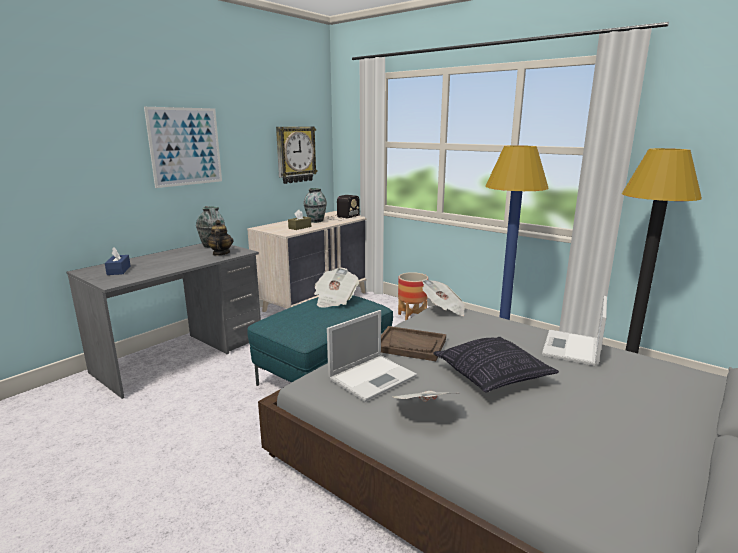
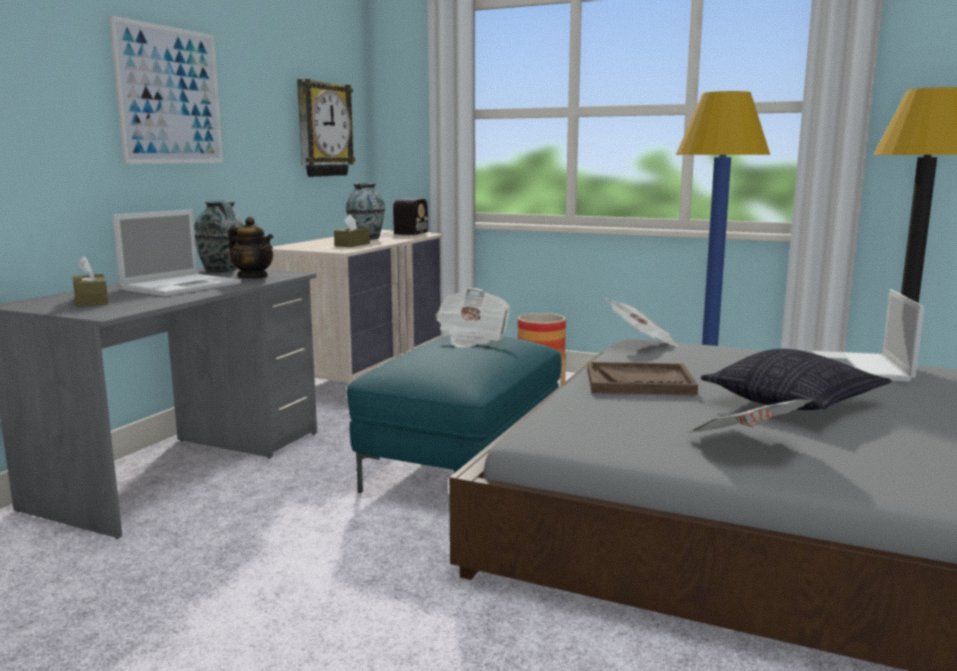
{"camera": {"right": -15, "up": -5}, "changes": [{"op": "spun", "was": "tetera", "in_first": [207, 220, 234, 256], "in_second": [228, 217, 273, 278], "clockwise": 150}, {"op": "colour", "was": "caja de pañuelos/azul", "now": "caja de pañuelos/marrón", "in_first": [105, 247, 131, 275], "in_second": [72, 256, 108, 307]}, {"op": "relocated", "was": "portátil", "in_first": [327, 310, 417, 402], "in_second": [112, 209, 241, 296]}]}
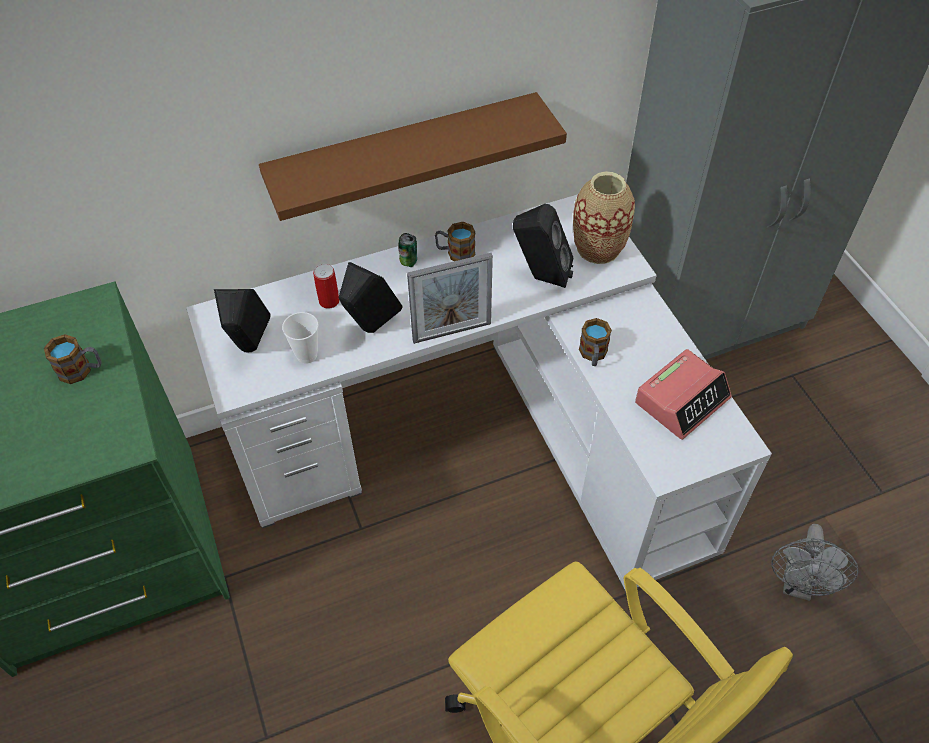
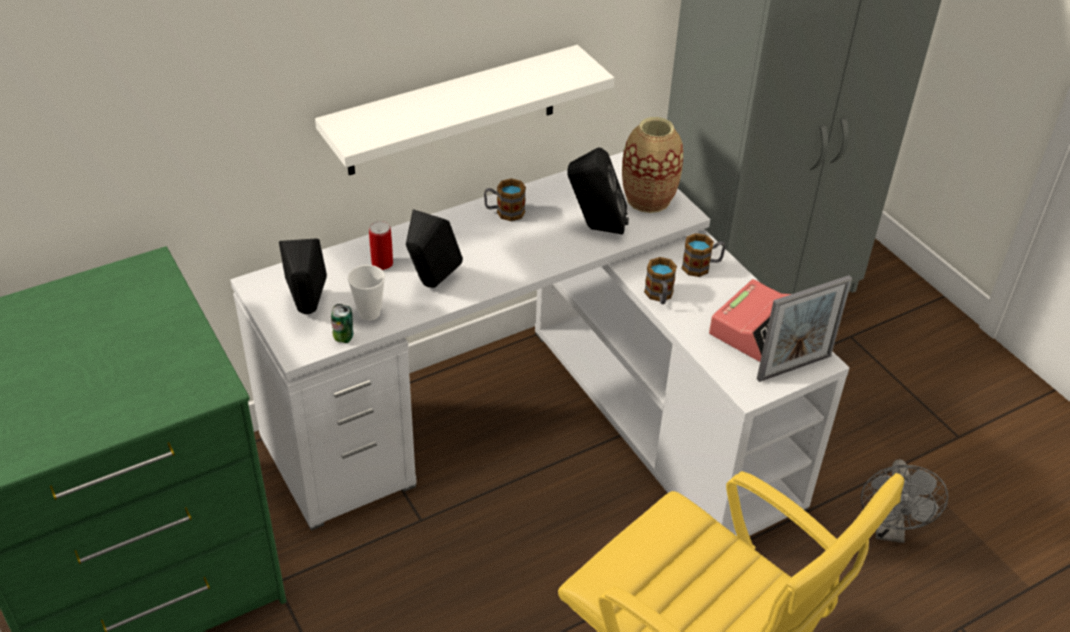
{"camera": {"right": -10, "up": -10}, "changes": [{"op": "colour", "was": "estante/marrón", "now": "estante/blanco", "in_first": [259, 92, 567, 221], "in_second": [315, 45, 614, 175]}, {"op": "relocated", "was": "lata", "in_first": [398, 233, 417, 267], "in_second": [331, 304, 353, 343]}, {"op": "relocated", "was": "portarretratos", "in_first": [407, 253, 493, 344], "in_second": [757, 275, 852, 382]}, {"op": "relocated", "was": "taza grande", "in_first": [44, 334, 102, 384], "in_second": [681, 233, 726, 277]}]}
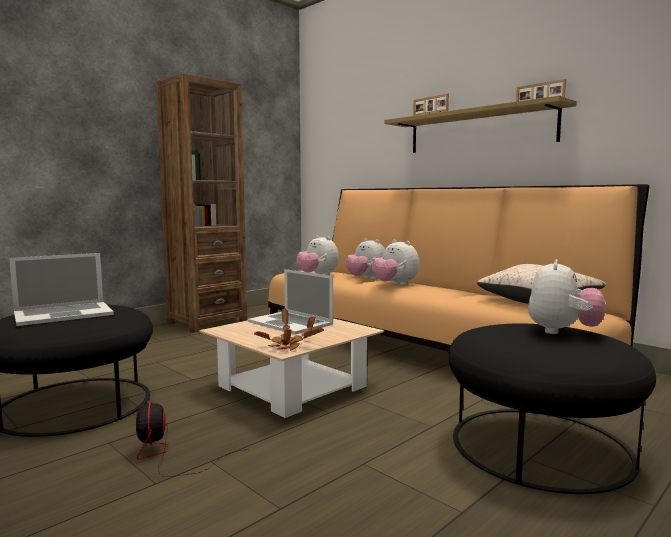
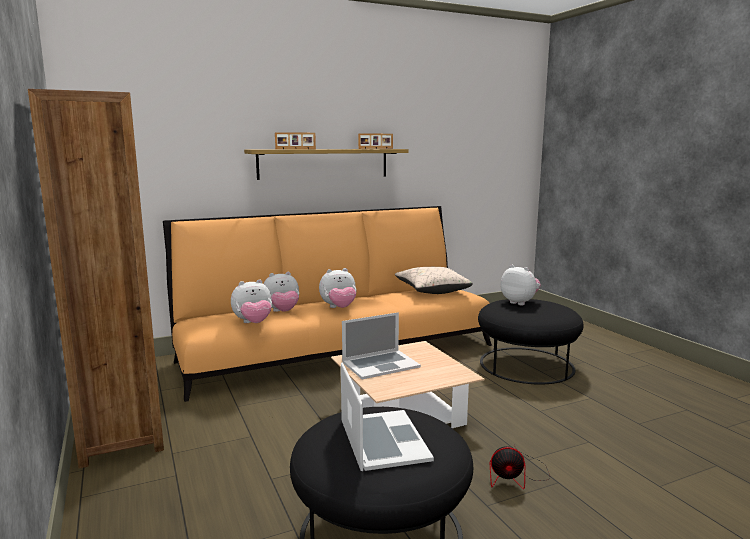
{"camera": {"right": -70, "up": 5}, "changes": [{"op": "missing", "was": "planta en maceta", "in_first": [254, 309, 324, 350]}]}
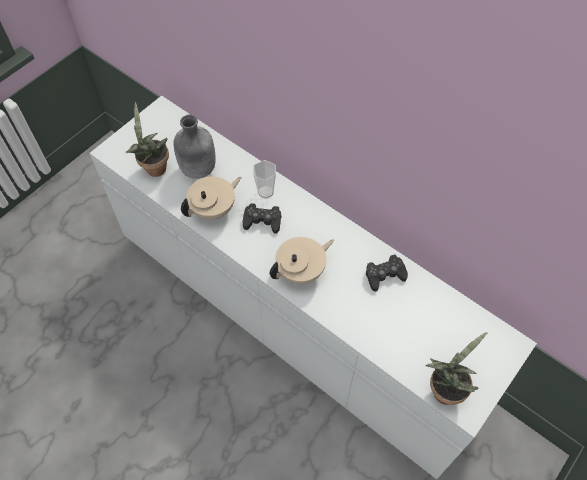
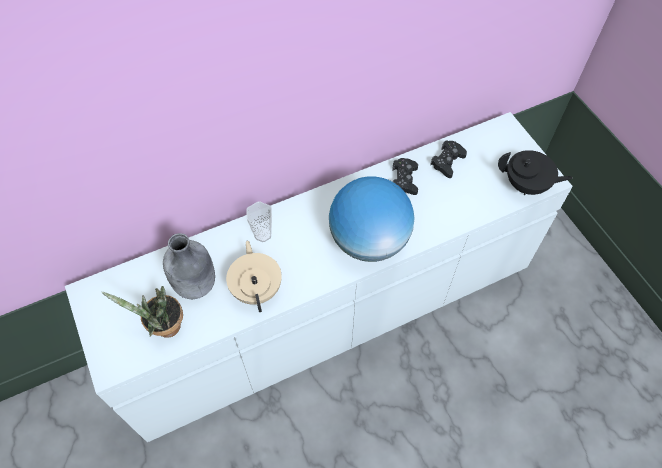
{"camera": {"right": -65, "up": 0}, "changes": [{"op": "relocated", "was": "mando de consola/negro", "in_first": [242, 203, 281, 234], "in_second": [430, 140, 467, 178]}, {"op": "exchanged", "was": "tetera/beis", "now": "globo terráqueo", "in_first": [270, 237, 334, 284], "in_second": [329, 176, 415, 262]}, {"op": "exchanged", "was": "planta en maceta", "now": "tetera/negro", "in_first": [425, 332, 488, 405], "in_second": [498, 150, 573, 195]}]}
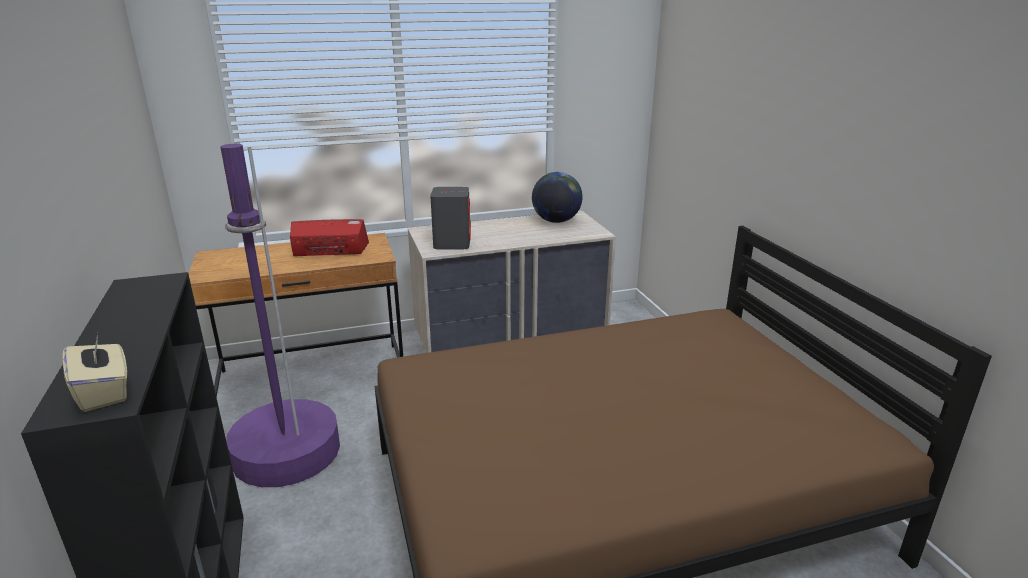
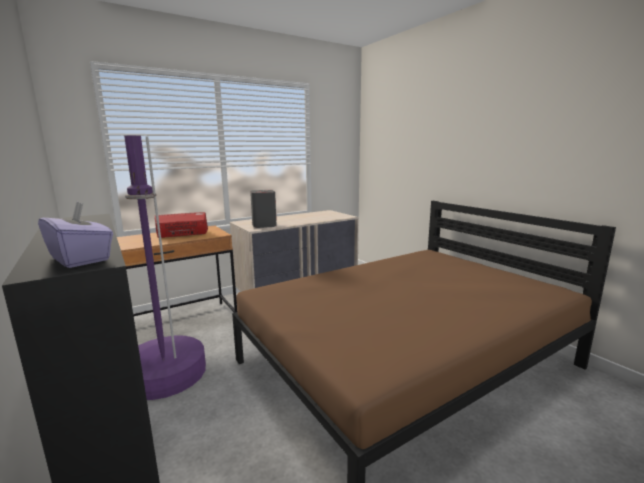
{"camera": {"right": -15, "up": -10}, "changes": [{"op": "missing", "was": "globo terráqueo", "in_first": [532, 172, 583, 223]}, {"op": "colour", "was": "caja de pañuelos/beis", "now": "caja de pañuelos/morado", "in_first": [63, 334, 127, 412], "in_second": [38, 201, 113, 268]}]}
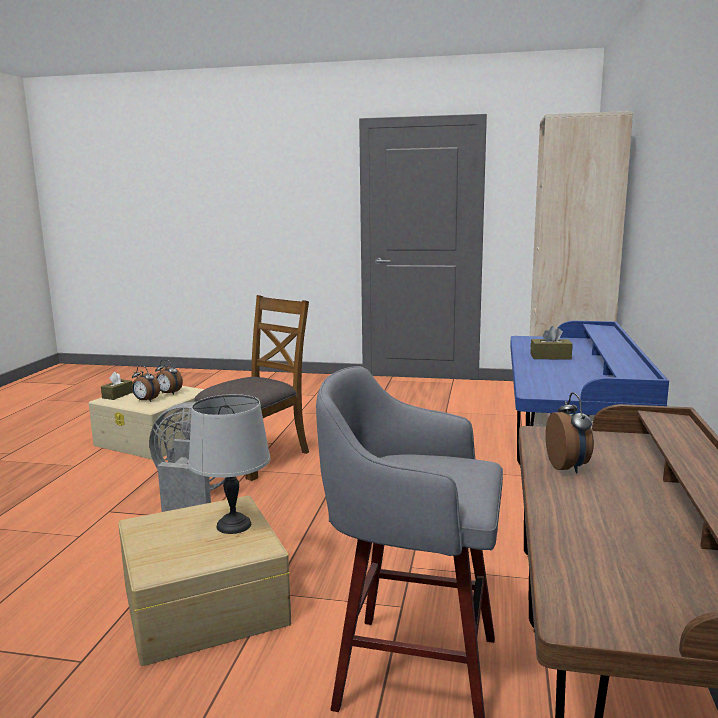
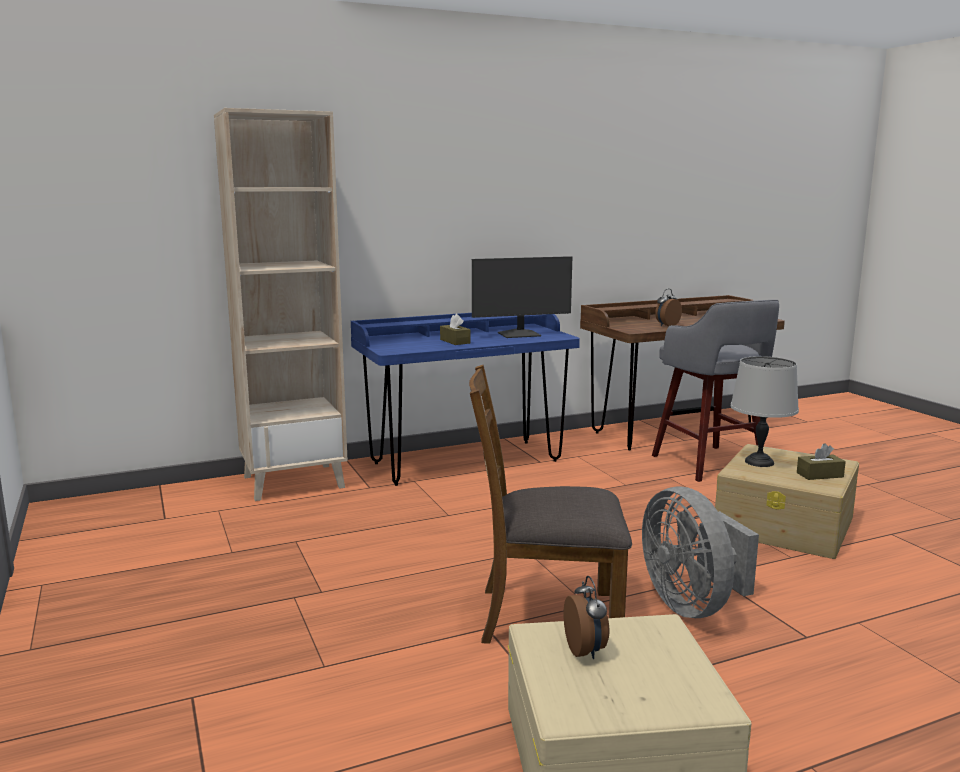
{"camera": {"right": -125, "up": 0}, "changes": [{"op": "missing", "was": "despertador", "in_first": [132, 366, 160, 402]}, {"op": "relocated", "was": "caja de pañuelos/marrón", "in_first": [101, 372, 133, 400], "in_second": [797, 443, 846, 480]}, {"op": "appeared", "now": "monitor", "in_second": [472, 256, 572, 338]}]}
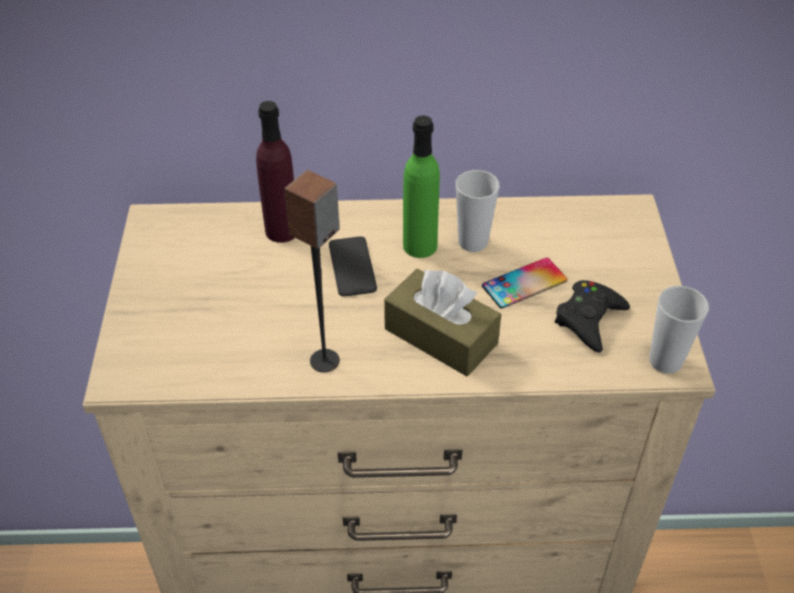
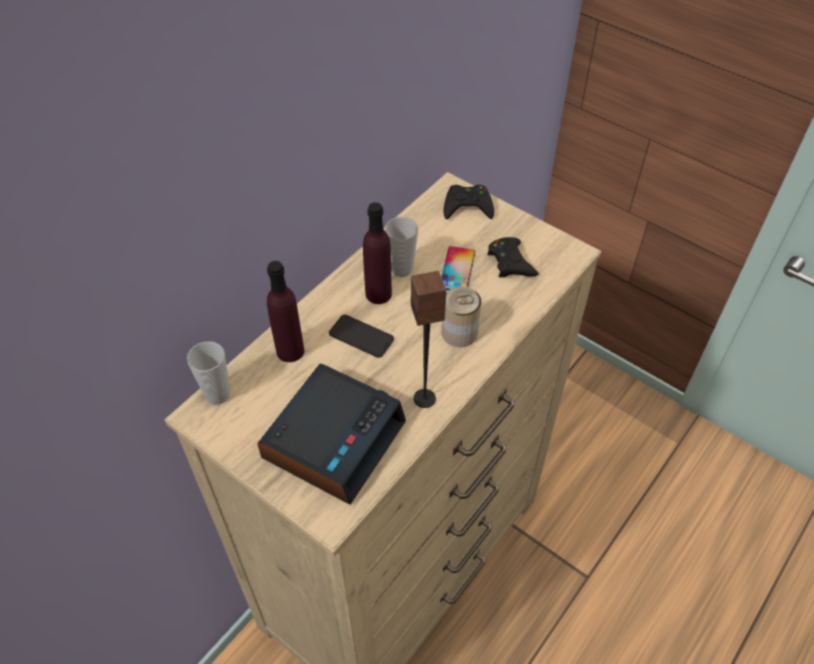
{"camera": {"right": -50, "up": 5}, "changes": [{"op": "colour", "was": "botella/verde", "now": "botella/morado", "in_first": [403, 115, 440, 258], "in_second": [363, 202, 392, 304]}, {"op": "exchanged", "was": "caja de pañuelos/marrón", "now": "lata", "in_first": [384, 269, 501, 376], "in_second": [441, 286, 482, 347]}, {"op": "relocated", "was": "taza", "in_first": [649, 285, 709, 374], "in_second": [187, 341, 231, 405]}, {"op": "appeared", "now": "mando de consola/negro", "in_second": [443, 185, 494, 219]}, {"op": "appeared", "now": "despertador", "in_second": [257, 363, 406, 505]}]}
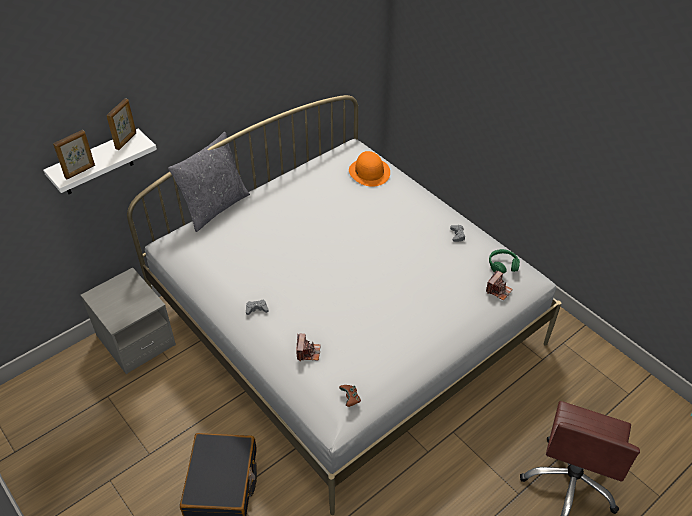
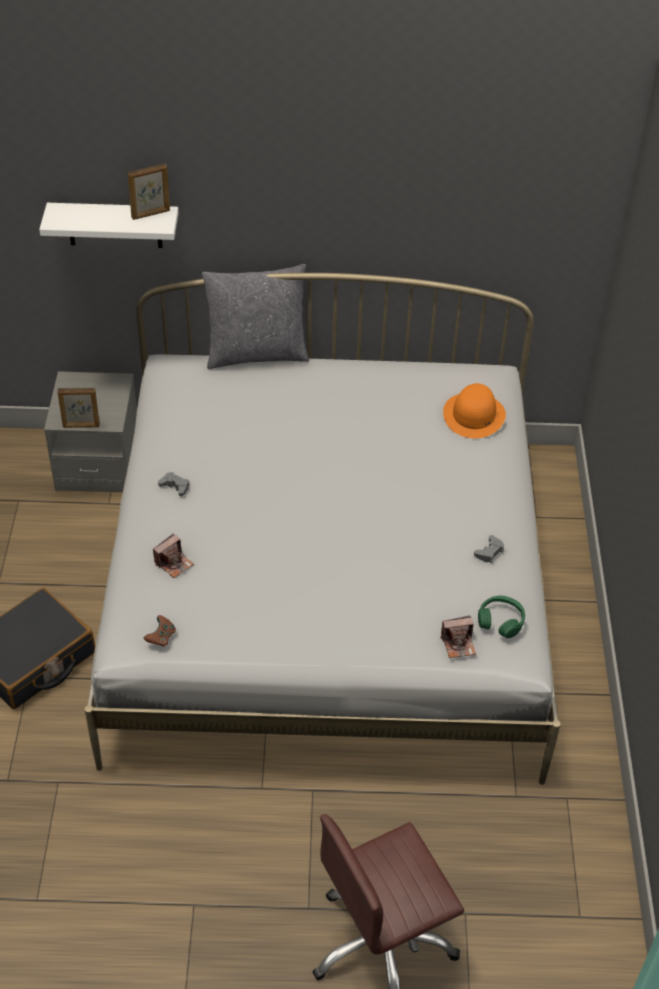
{"camera": {"right": 40, "up": 0}, "changes": [{"op": "relocated", "was": "portarretratos", "in_first": [53, 130, 95, 179], "in_second": [57, 388, 100, 428]}]}
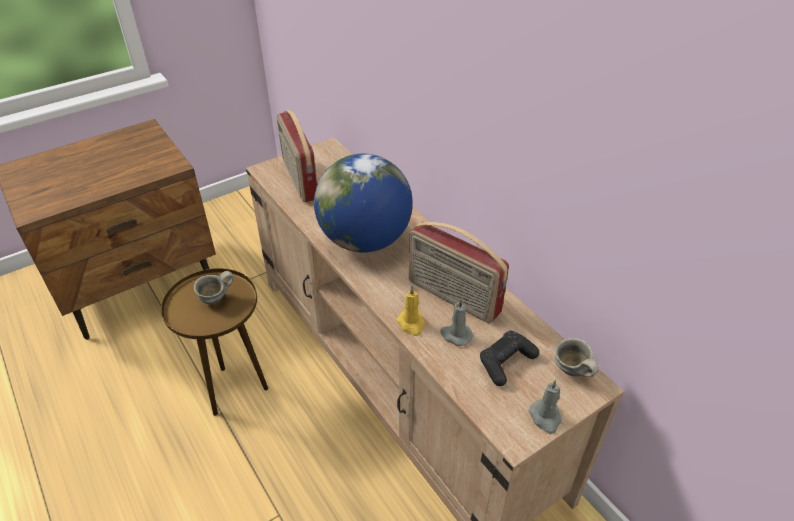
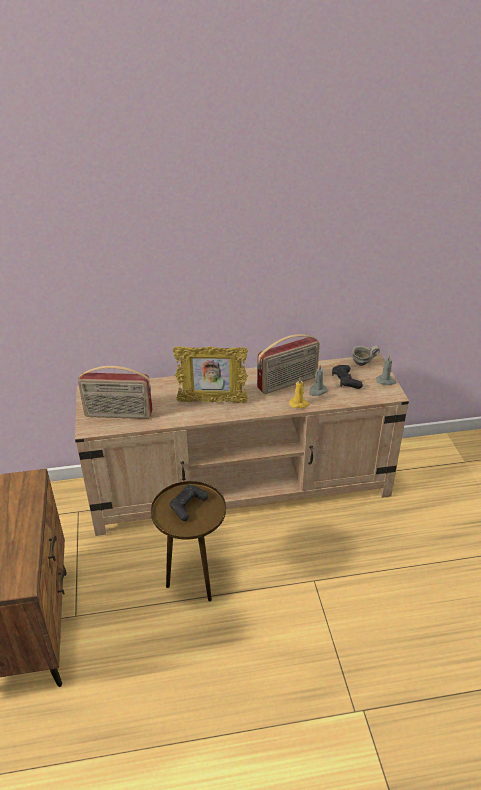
{"camera": {"right": -65, "up": -5}, "changes": [{"op": "exchanged", "was": "globo terráqueo", "now": "portarretratos", "in_first": [314, 154, 413, 253], "in_second": [173, 346, 248, 403]}, {"op": "exchanged", "was": "taza grande/gris", "now": "mando de consola/negro", "in_first": [194, 271, 234, 304], "in_second": [170, 485, 208, 521]}]}
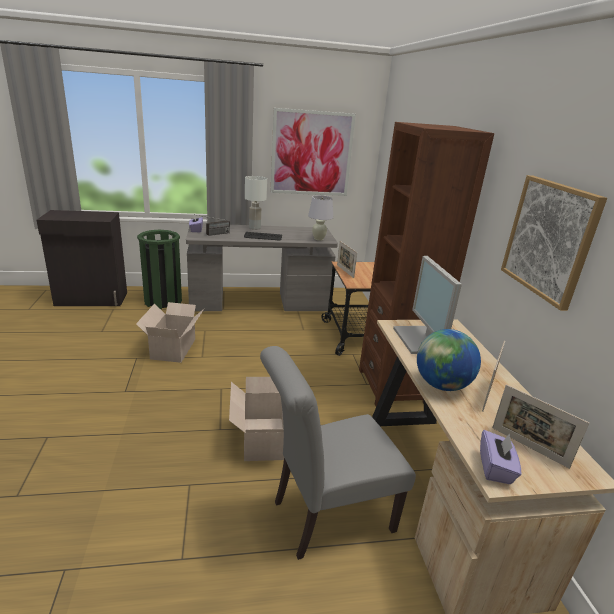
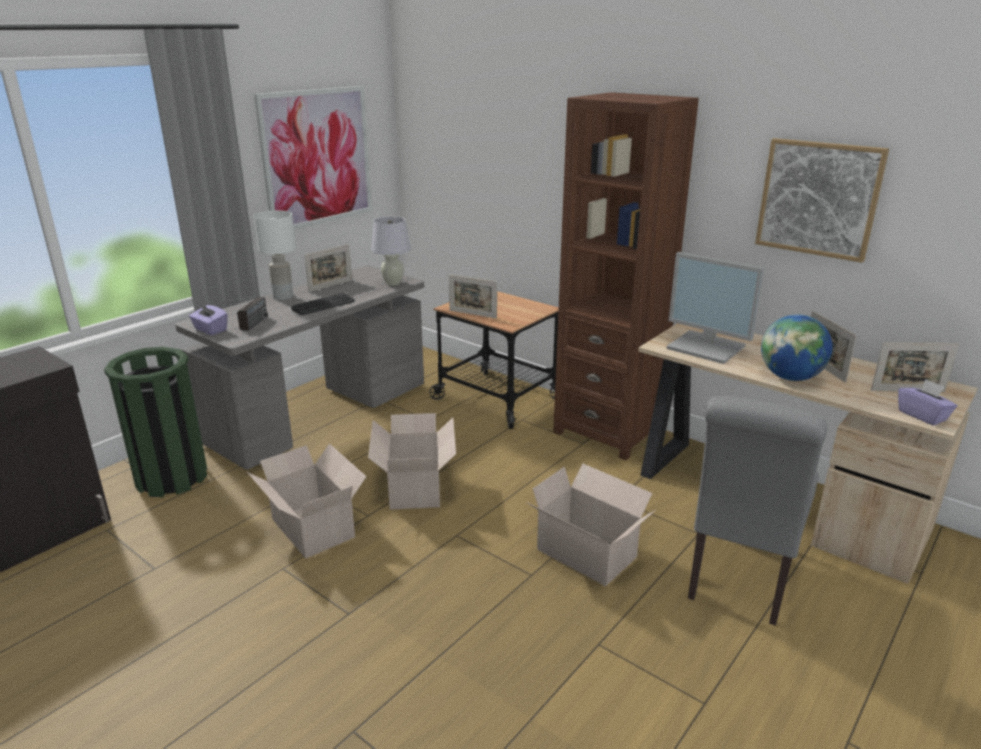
{"camera": {"right": -40, "up": 0}, "changes": [{"op": "appeared", "now": "portarretratos", "in_second": [304, 245, 352, 292]}, {"op": "appeared", "now": "caja de cartón", "in_second": [368, 413, 456, 510]}]}
